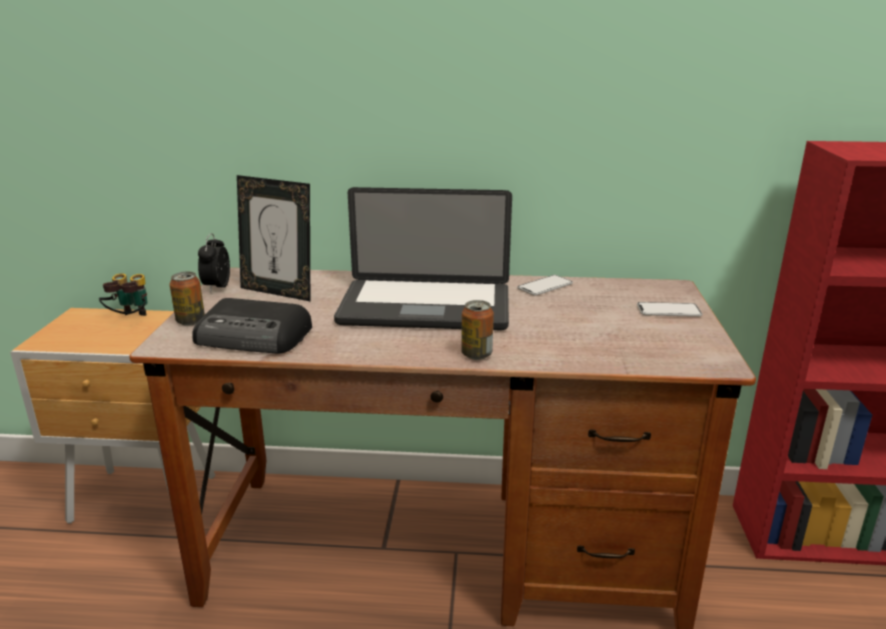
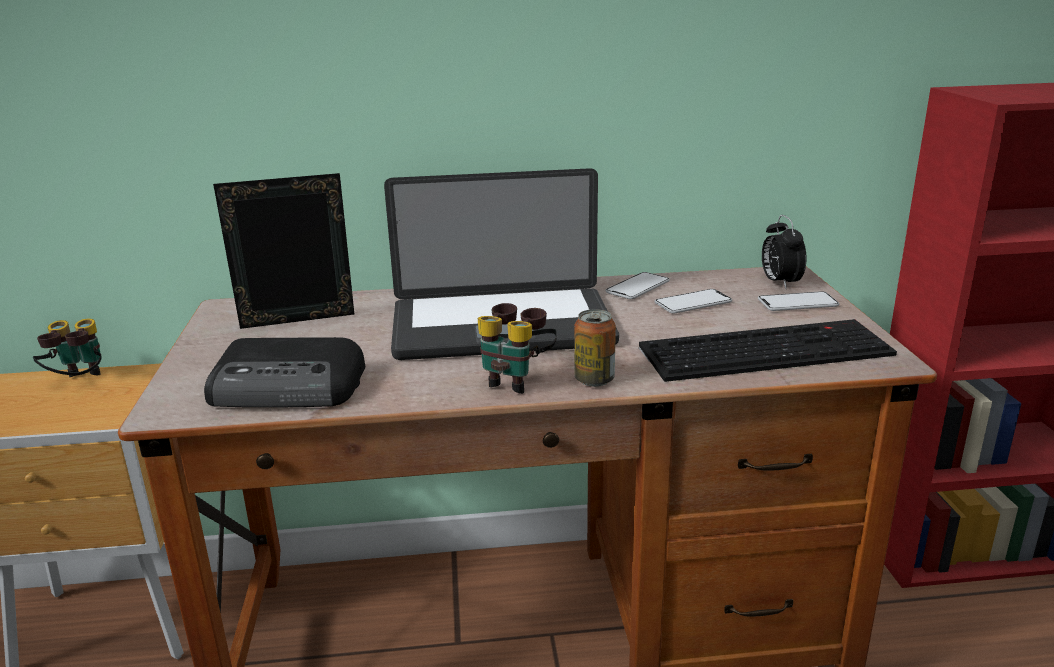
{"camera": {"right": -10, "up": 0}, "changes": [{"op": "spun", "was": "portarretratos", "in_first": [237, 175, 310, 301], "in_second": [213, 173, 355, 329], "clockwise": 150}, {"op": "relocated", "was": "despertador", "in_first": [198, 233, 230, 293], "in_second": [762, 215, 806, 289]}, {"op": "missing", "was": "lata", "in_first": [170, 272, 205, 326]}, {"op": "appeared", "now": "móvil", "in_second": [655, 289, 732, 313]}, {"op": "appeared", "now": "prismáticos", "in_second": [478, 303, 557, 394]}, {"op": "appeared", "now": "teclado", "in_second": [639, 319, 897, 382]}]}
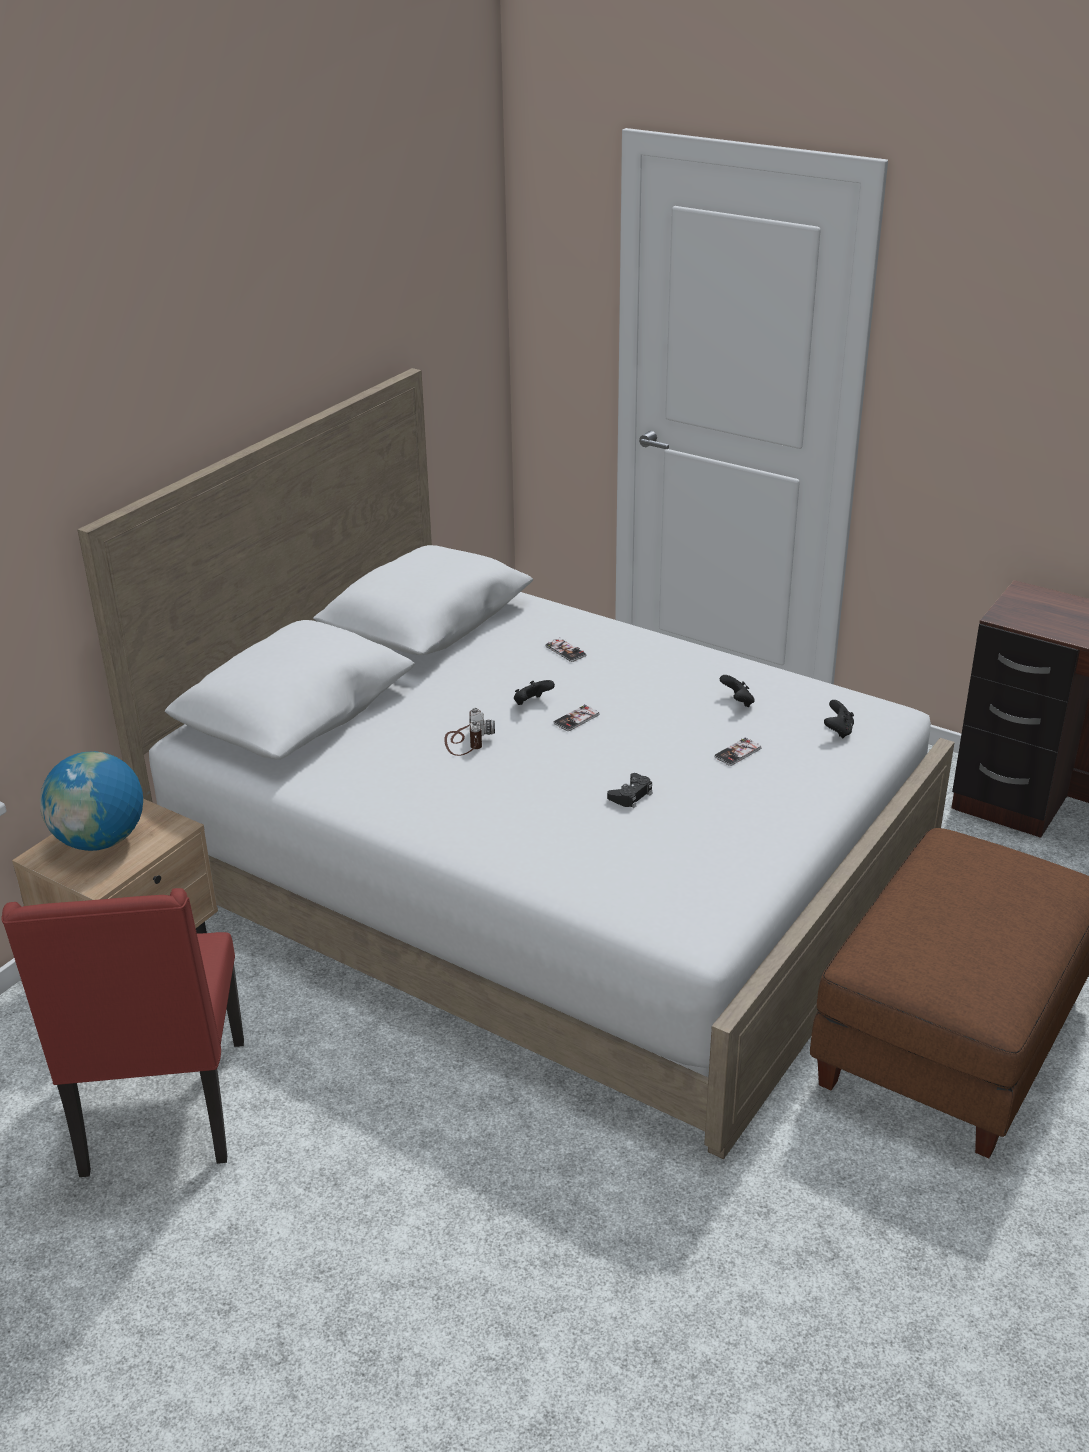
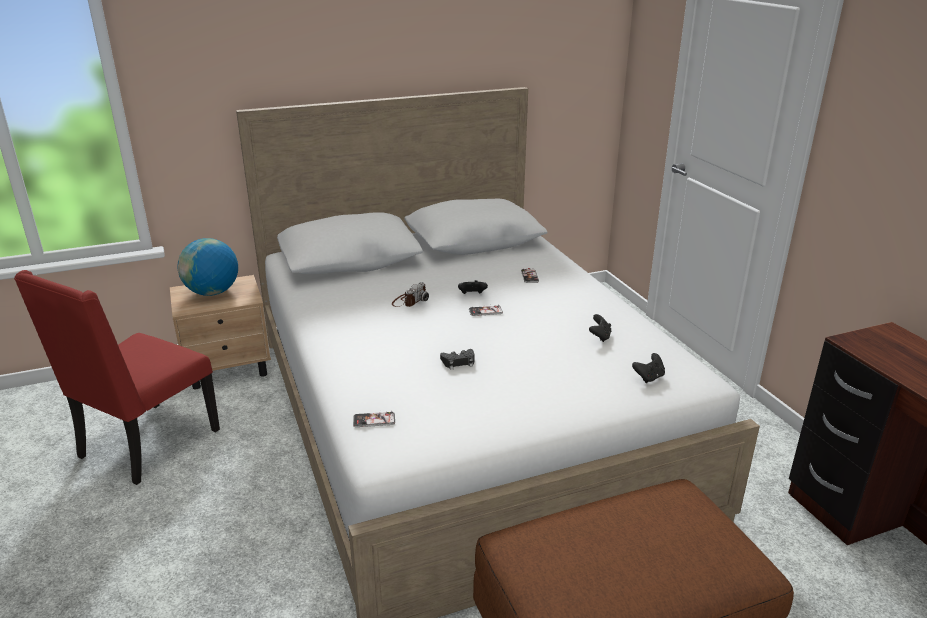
{"camera": {"right": 35, "up": -5}, "changes": [{"op": "relocated", "was": "móvil", "in_first": [714, 737, 762, 766], "in_second": [353, 411, 395, 427]}]}
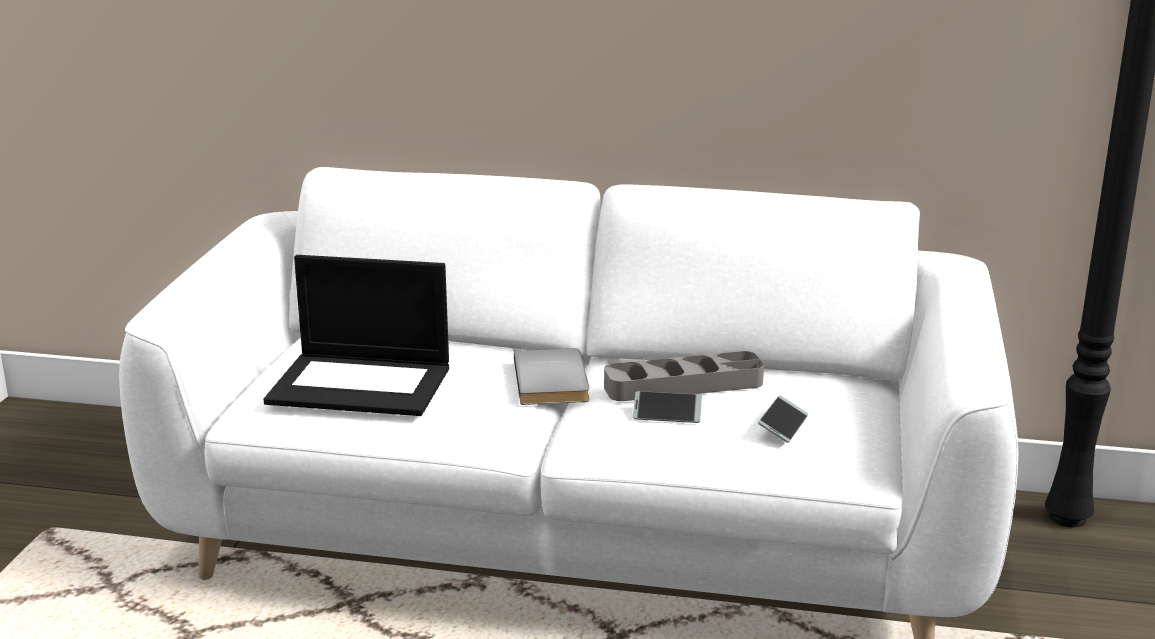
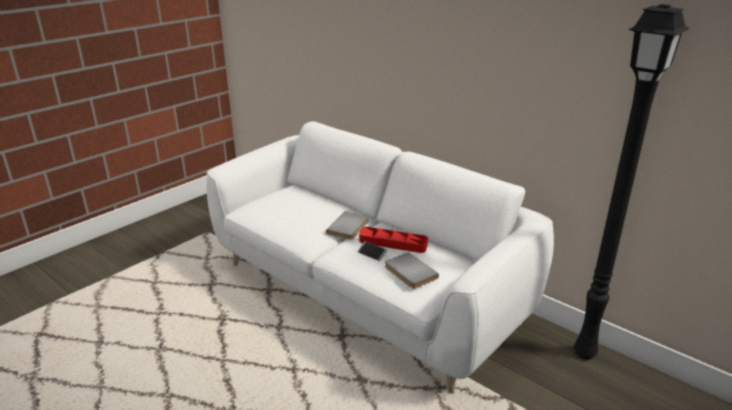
{"camera": {"right": 30, "up": 5}, "changes": [{"op": "missing", "was": "portátil", "in_first": [264, 255, 449, 416]}, {"op": "colour", "was": "bandeja/gris", "now": "bandeja/rojo", "in_first": [604, 351, 764, 401], "in_second": [359, 227, 428, 253]}, {"op": "exchanged", "was": "móvil", "now": "libro/gris", "in_first": [758, 395, 808, 443], "in_second": [385, 252, 439, 289]}]}
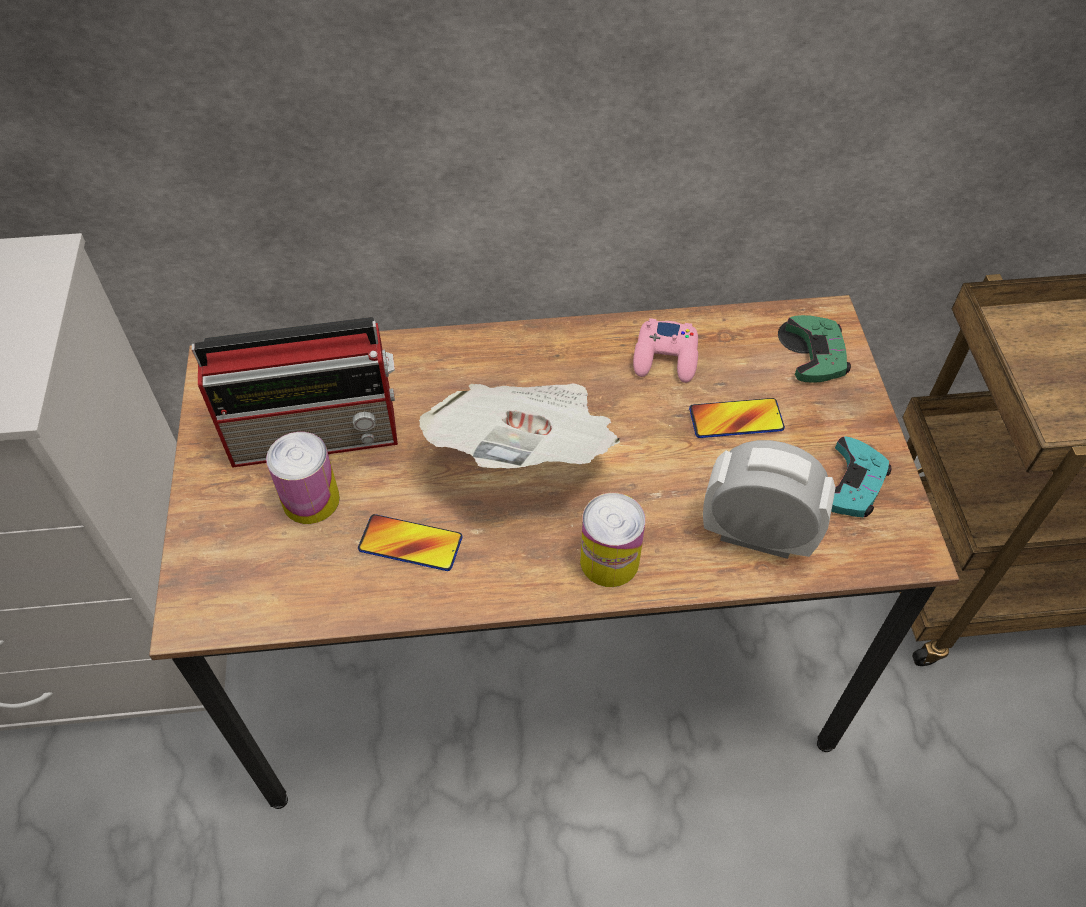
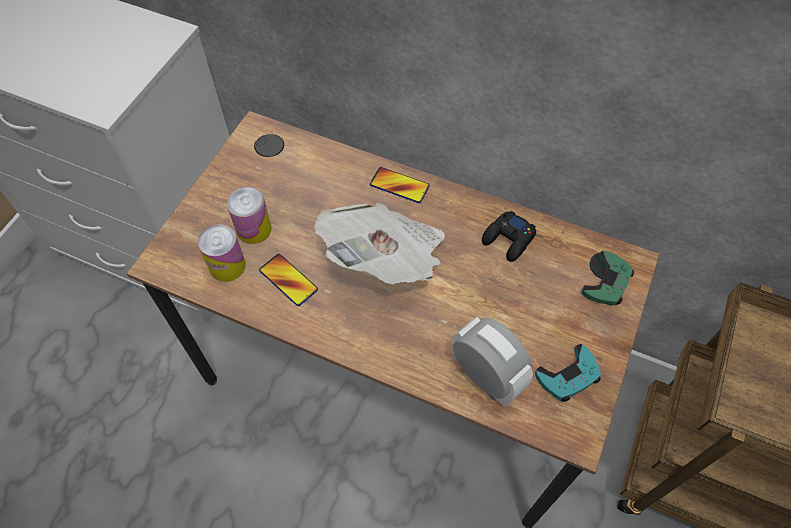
{"camera": {"right": 30, "up": 5}, "changes": [{"op": "missing", "was": "radio", "in_first": [192, 317, 398, 468]}, {"op": "colour", "was": "mando de consola/rosa", "now": "mando de consola/negro", "in_first": [633, 318, 698, 383], "in_second": [482, 211, 536, 262]}, {"op": "relocated", "was": "móvil", "in_first": [689, 398, 785, 438], "in_second": [370, 167, 430, 203]}, {"op": "relocated", "was": "lata", "in_first": [580, 493, 645, 587], "in_second": [198, 224, 246, 282]}]}
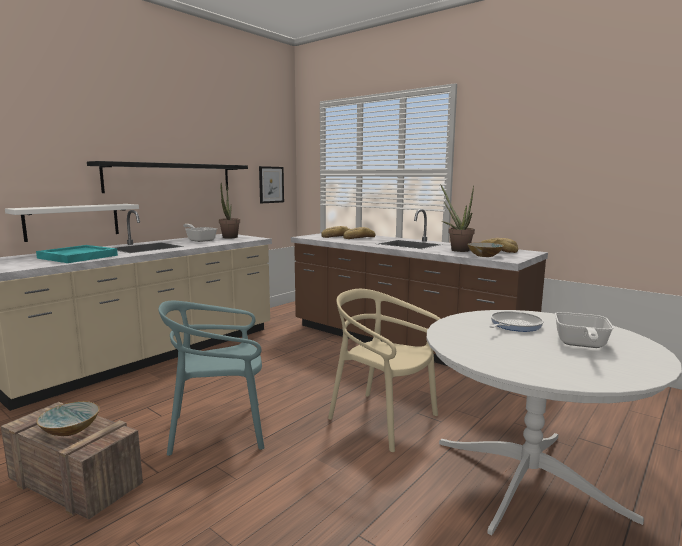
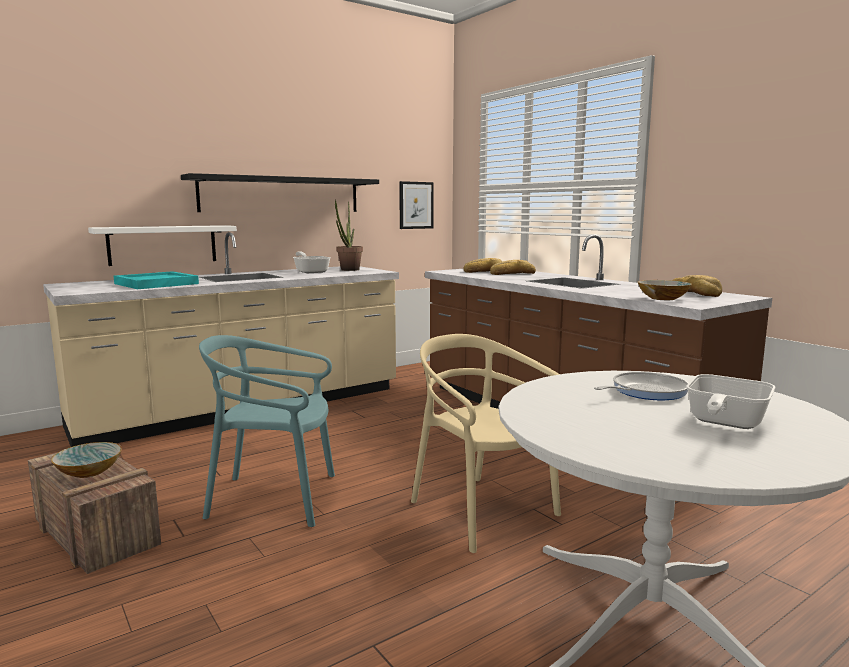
{"camera": {"right": 15, "up": 0}, "changes": [{"op": "missing", "was": "planta en maceta", "in_first": [440, 184, 475, 252]}]}
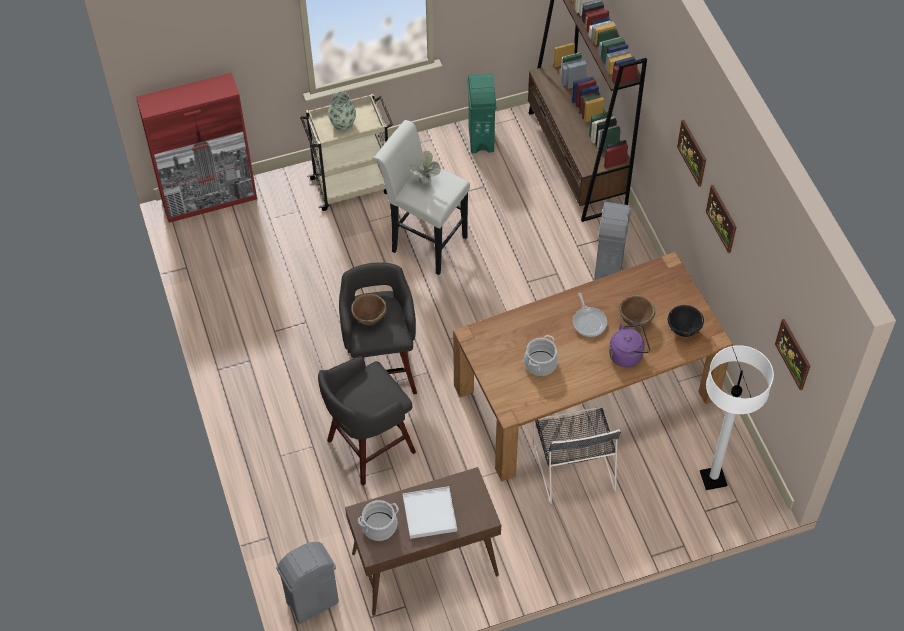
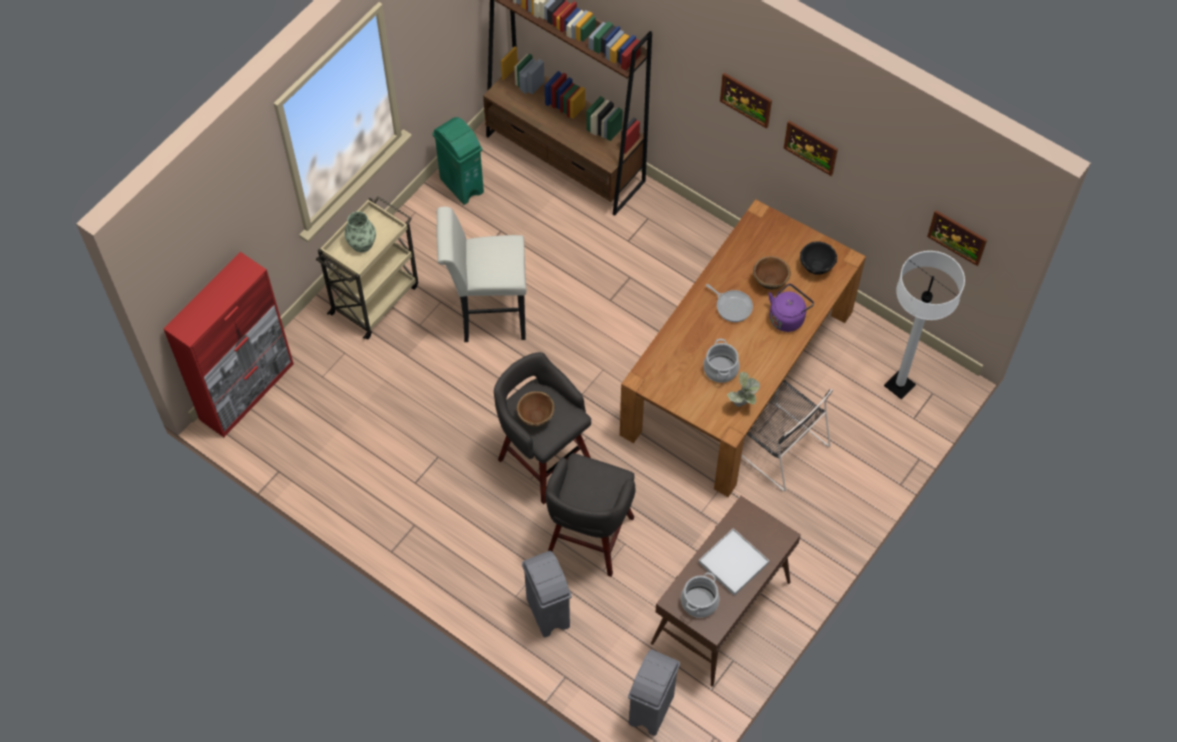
{"camera": {"right": -35, "up": 5}, "changes": [{"op": "relocated", "was": "planta en maceta", "in_first": [409, 151, 441, 183], "in_second": [727, 372, 760, 407]}, {"op": "relocated", "was": "papelera/gris", "in_first": [594, 202, 631, 280], "in_second": [522, 551, 572, 637]}]}
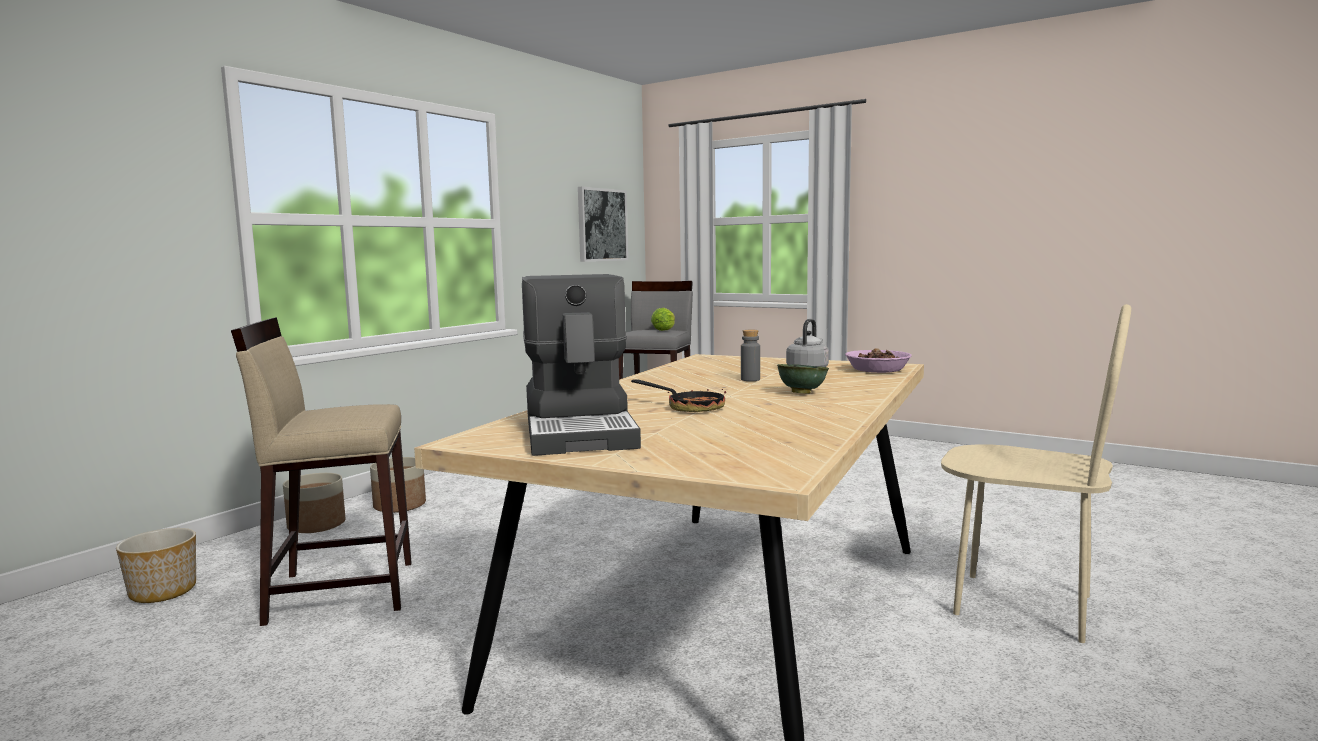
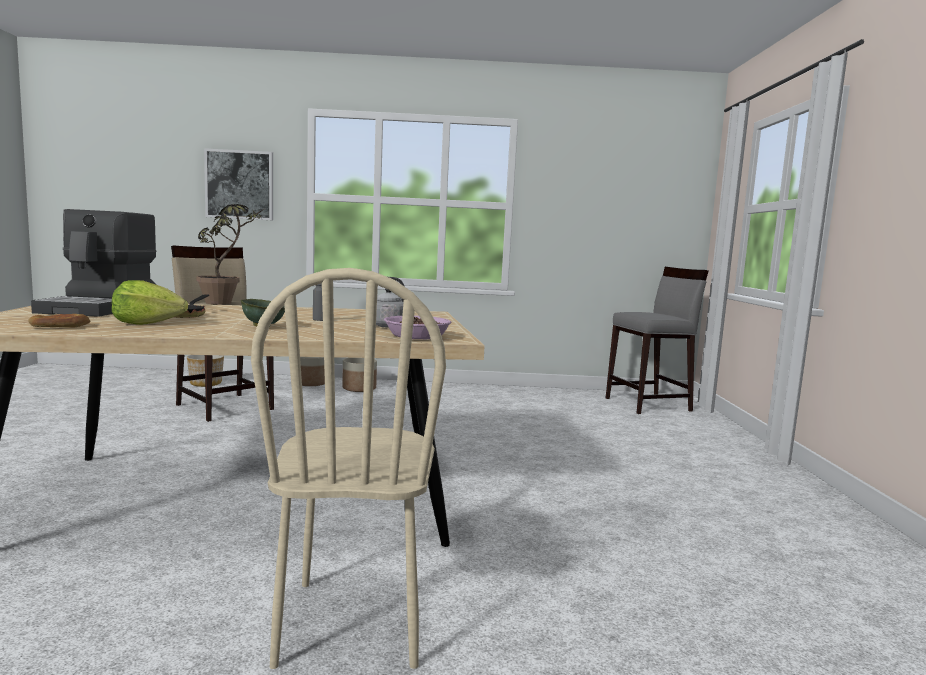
{"camera": {"right": 55, "up": 0}, "changes": [{"op": "relocated", "was": "cuadro", "in_first": [578, 187, 628, 262], "in_second": [204, 148, 273, 220]}, {"op": "spun", "was": "cafetera", "in_first": [522, 274, 641, 456], "in_second": [31, 209, 157, 317], "clockwise": -45}, {"op": "relocated", "was": "lechuga", "in_first": [651, 308, 675, 331], "in_second": [112, 280, 188, 325]}, {"op": "appeared", "now": "planta en maceta", "in_second": [196, 204, 267, 305]}, {"op": "appeared", "now": "pan", "in_second": [28, 314, 90, 328]}]}
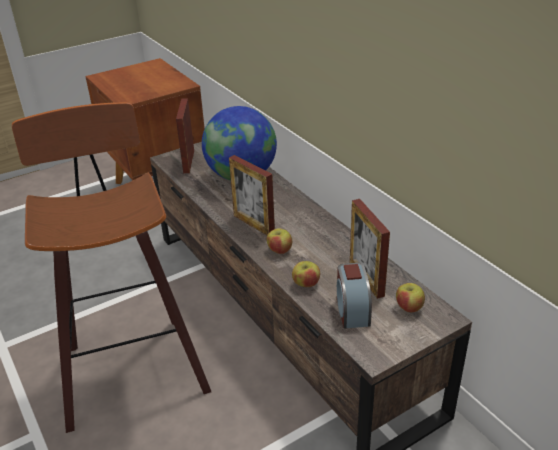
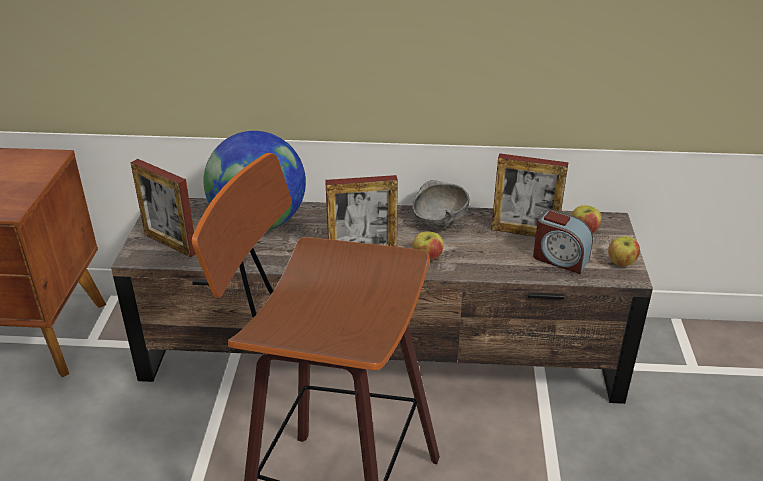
{"camera": {"right": -55, "up": 0}, "changes": [{"op": "relocated", "was": "manzana", "in_first": [292, 261, 320, 287], "in_second": [608, 236, 640, 267]}, {"op": "appeared", "now": "cuenco/gris", "in_second": [412, 180, 470, 228]}]}
